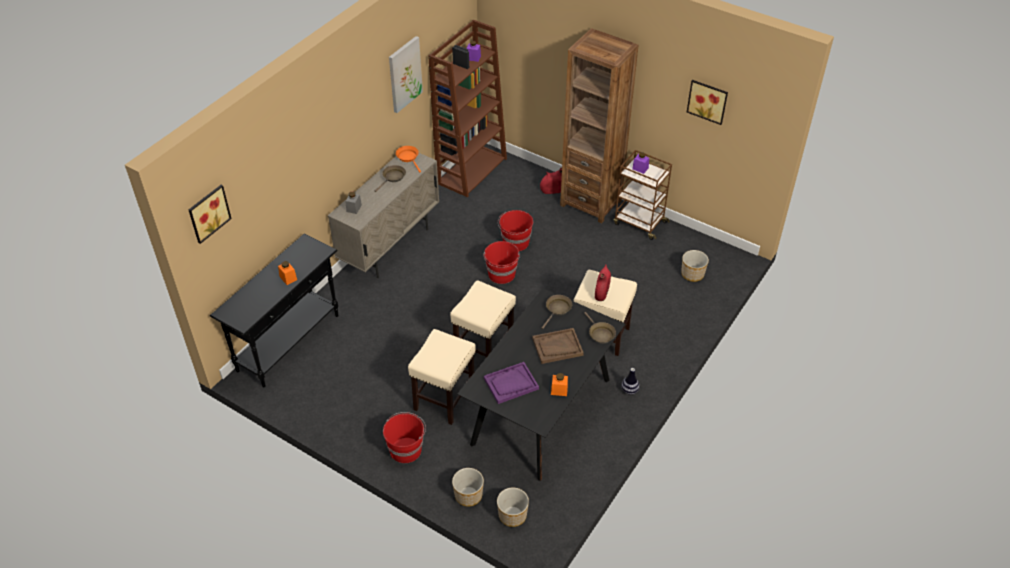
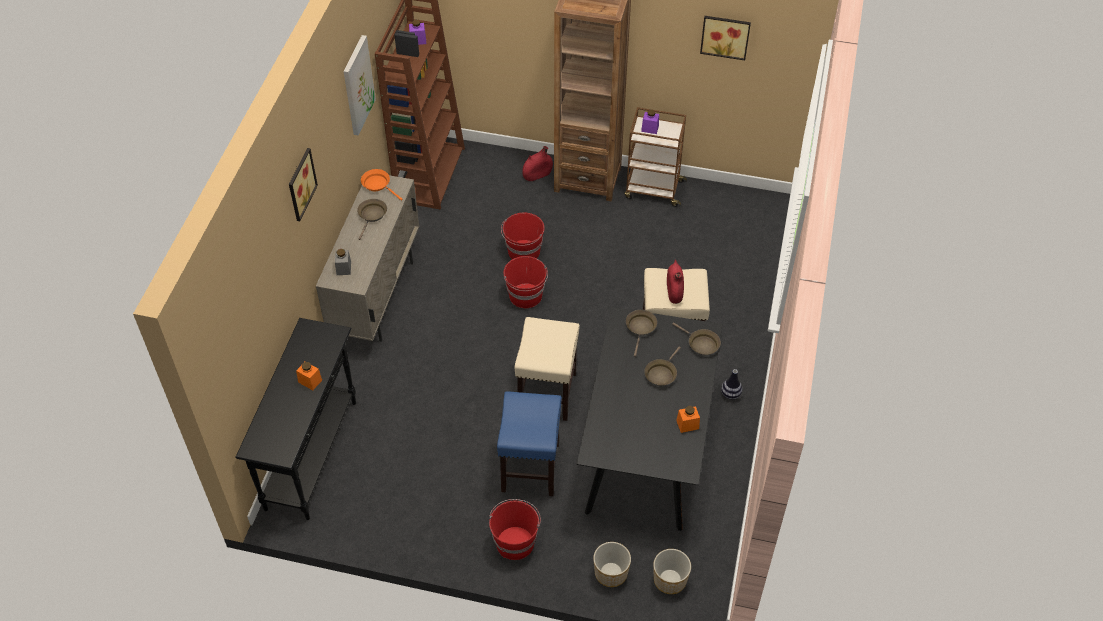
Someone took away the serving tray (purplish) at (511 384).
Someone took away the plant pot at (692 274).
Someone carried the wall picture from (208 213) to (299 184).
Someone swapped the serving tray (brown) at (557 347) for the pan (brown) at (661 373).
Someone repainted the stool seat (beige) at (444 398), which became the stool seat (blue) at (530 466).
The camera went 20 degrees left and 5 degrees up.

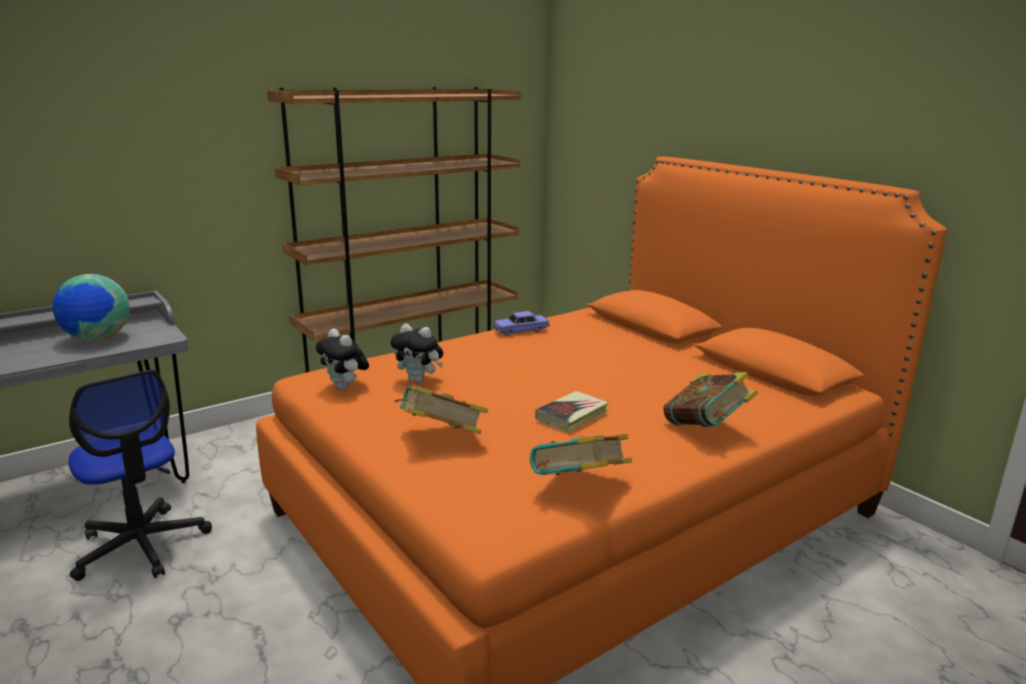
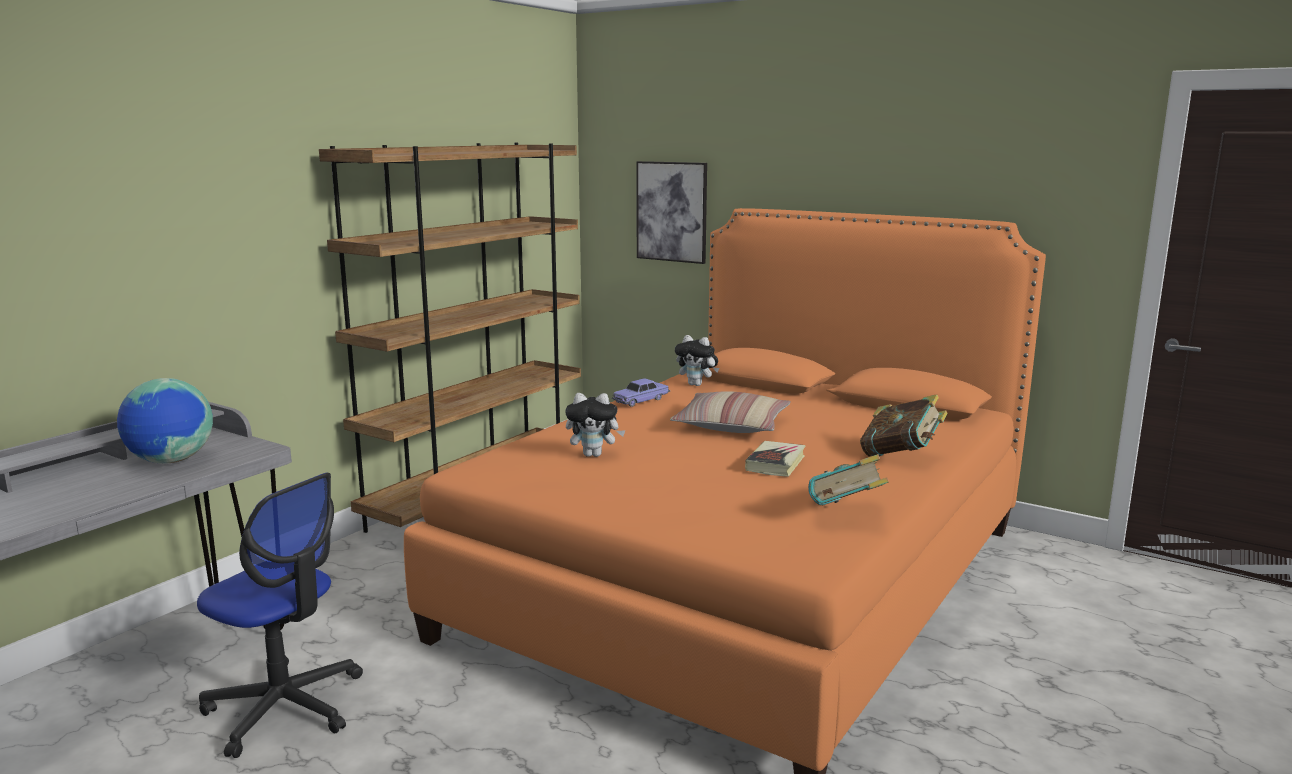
Someone took away the book at (440 438).
Someone put up the wall picture at (672 211).
Someone put down the throw pillow at (731 425).
Someone carried the soft toy from (345 388) to (697 384).
The camera went 20 degrees left and 5 degrees down.

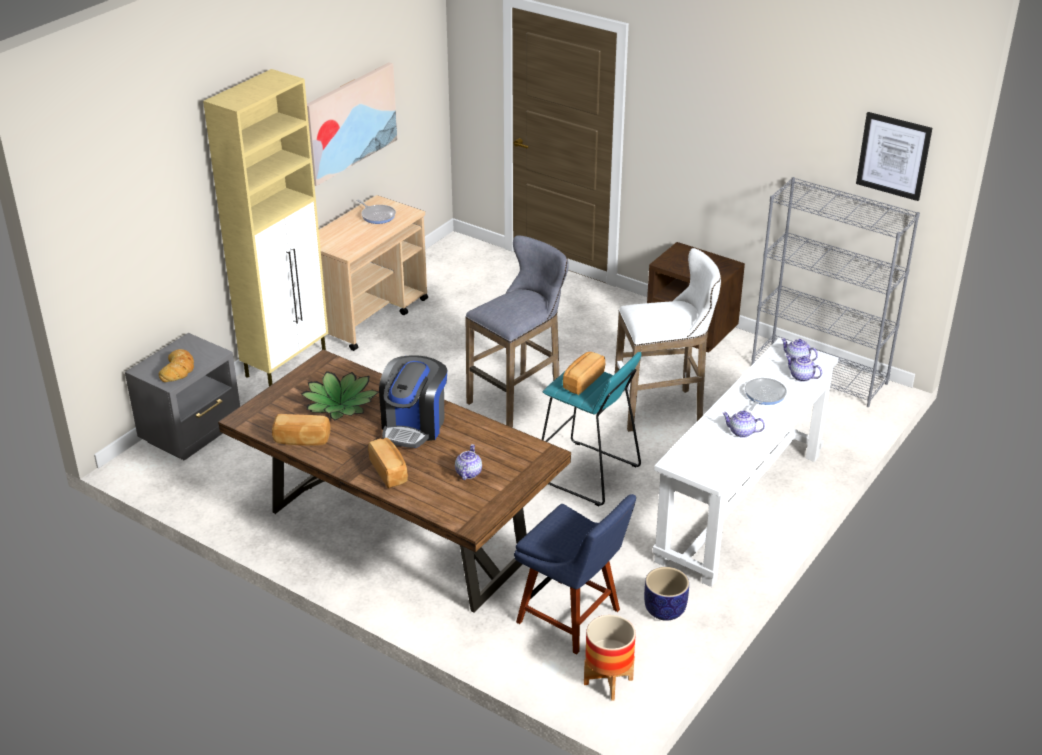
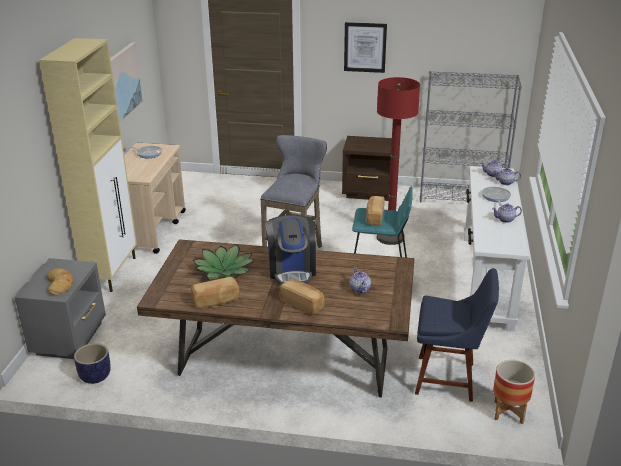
Someone carried the plant pot from (664 610) to (95 376).
Someone carried the wall picture from (893 156) to (365 47).
Someone swapped the stool seat (whitish) at (662 408) for the standard lamp (red-coloured) at (390 237).
The camera went 25 degrees left and 5 degrees down.

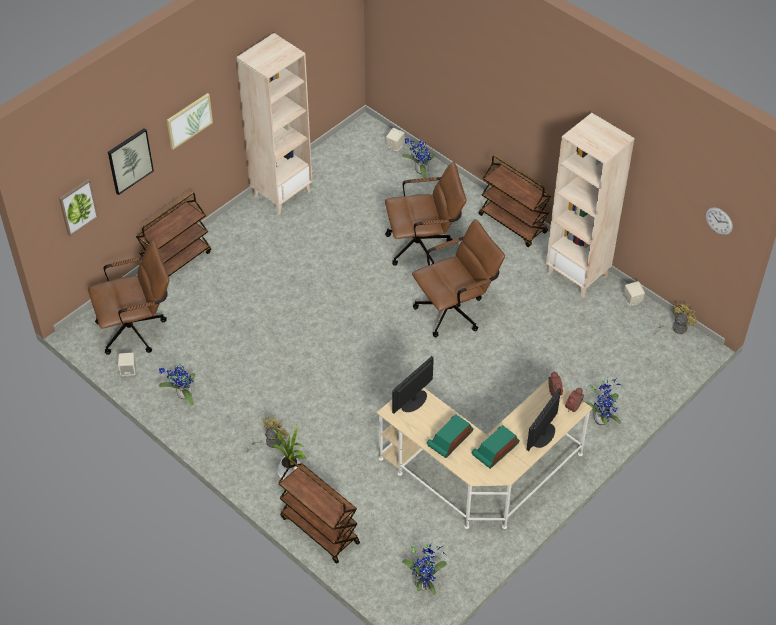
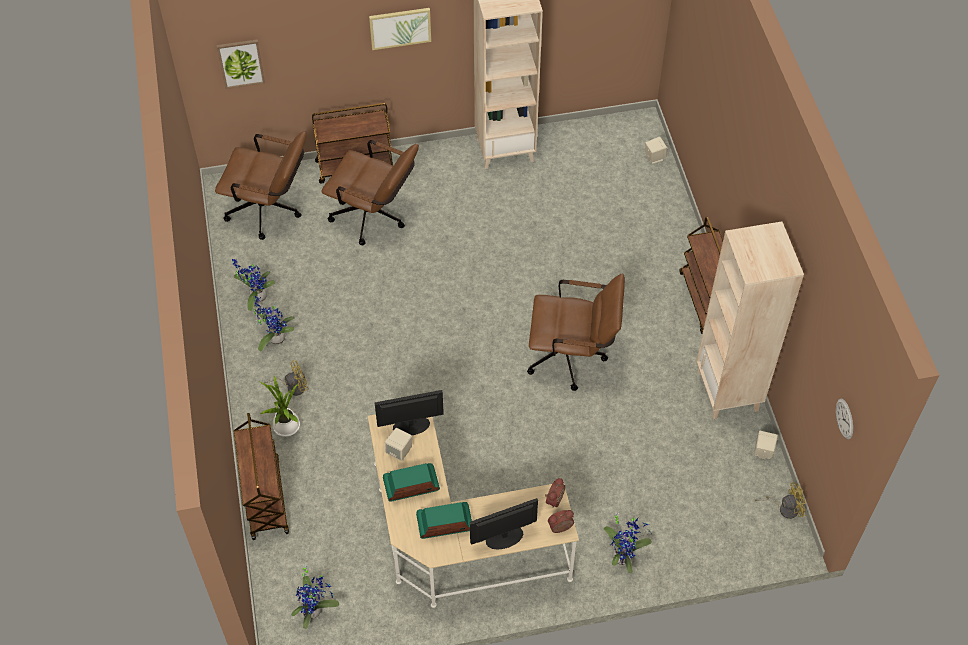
Someone took away the wall picture at (129 160).
Someone carried the speaker (beige) from (128 370) to (399 451).
Someone carried the computer chair (brown) from (424 246) to (374 218).
Someone carried the houseplant from (420 171) to (275 337).
The camera went 35 degrees right and 5 degrees up.

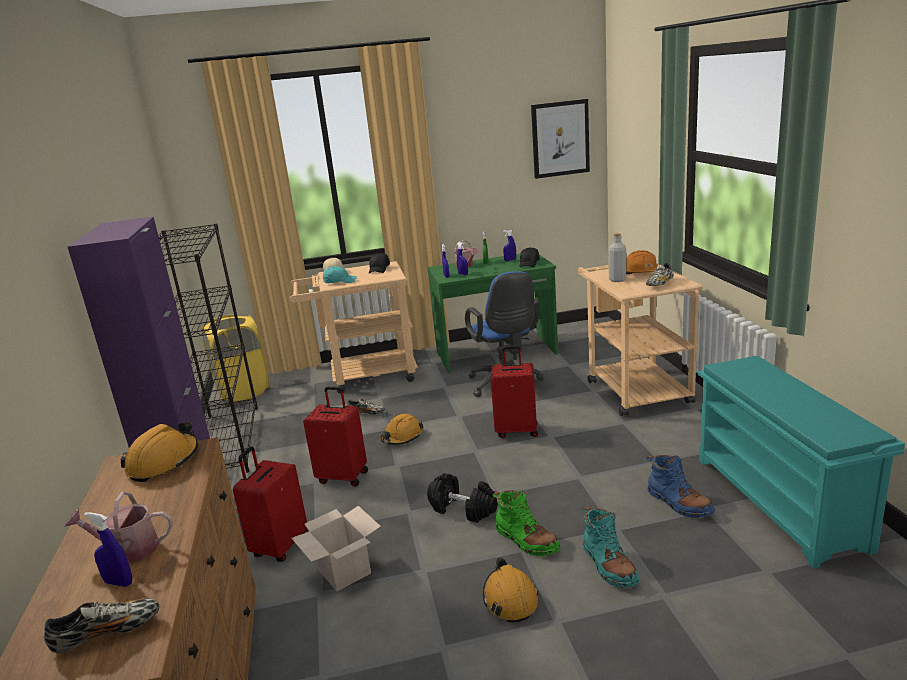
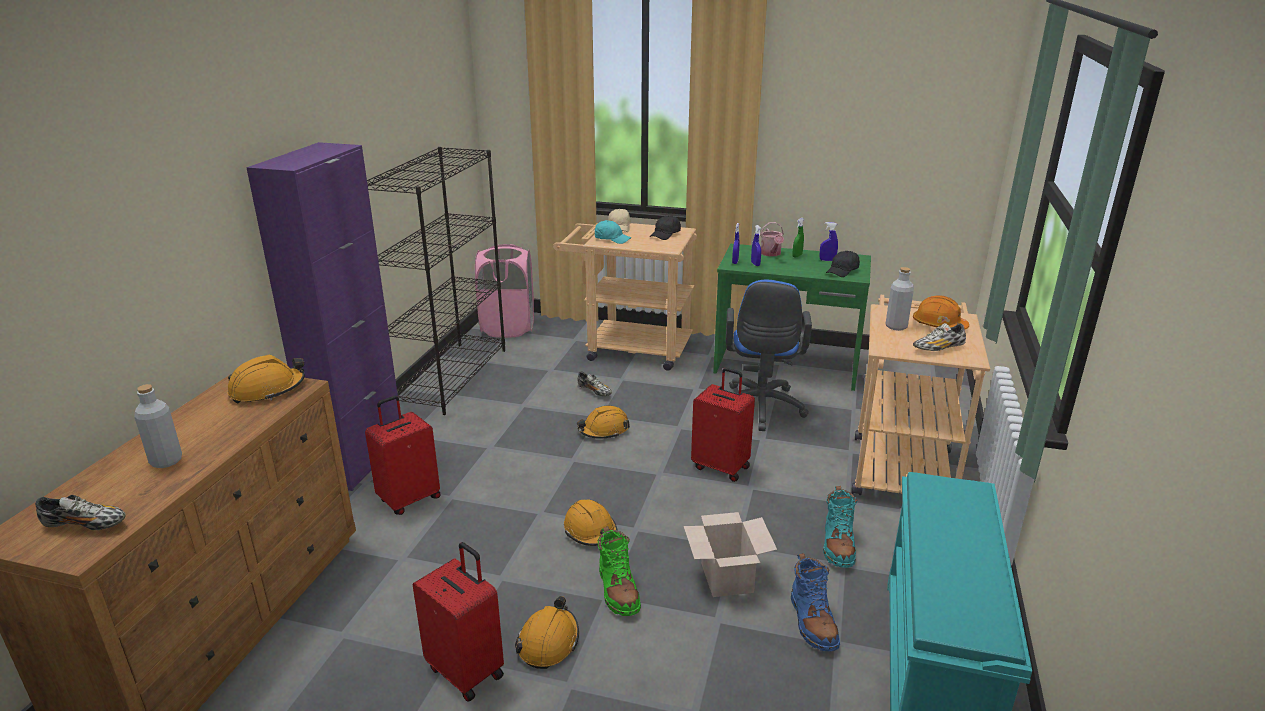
Someone took away the hand sprayer (blue) at (119 582).
Someone took away the wall picture at (560 139).
Someone carried the carton from (342 570) to (725 577).
Someone carried the suitcase (red-coloured) from (343 476) to (467 671).
Someone carried the boot (blue-green) from (609 565) to (838 545).
Someone swapped the watering can at (129 550) for the drink bottle (grey) at (166 461).
Someone swapped the hand weight (black) at (463 509) for the work helmet (orange-coloured) at (591 531).
Someone repainted the washing basket (yellow-coloured) at (243 391), which became the washing basket (pinkish) at (508 328).
The camera went 25 degrees right and 5 degrees up.

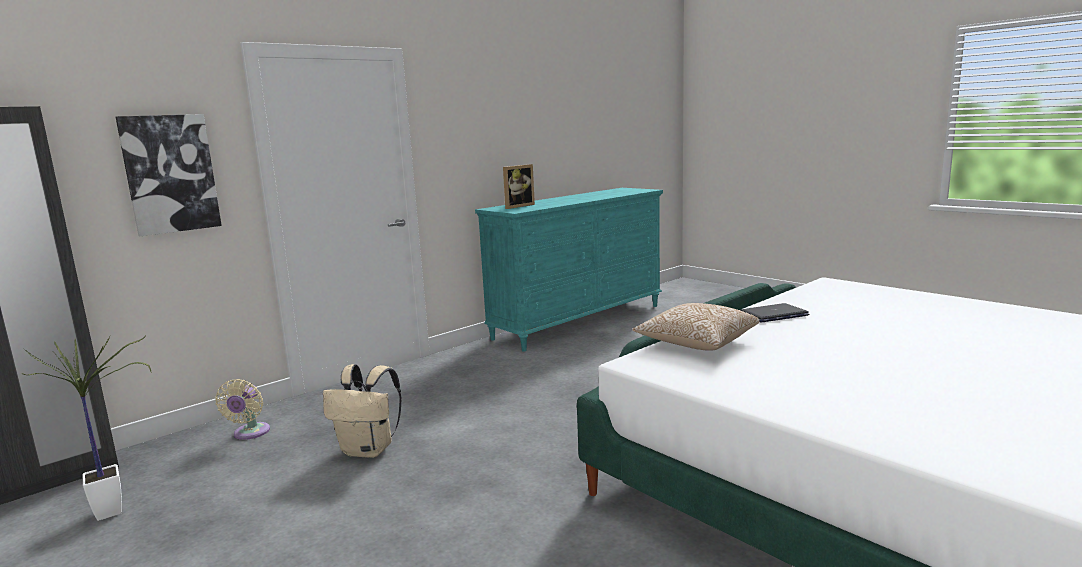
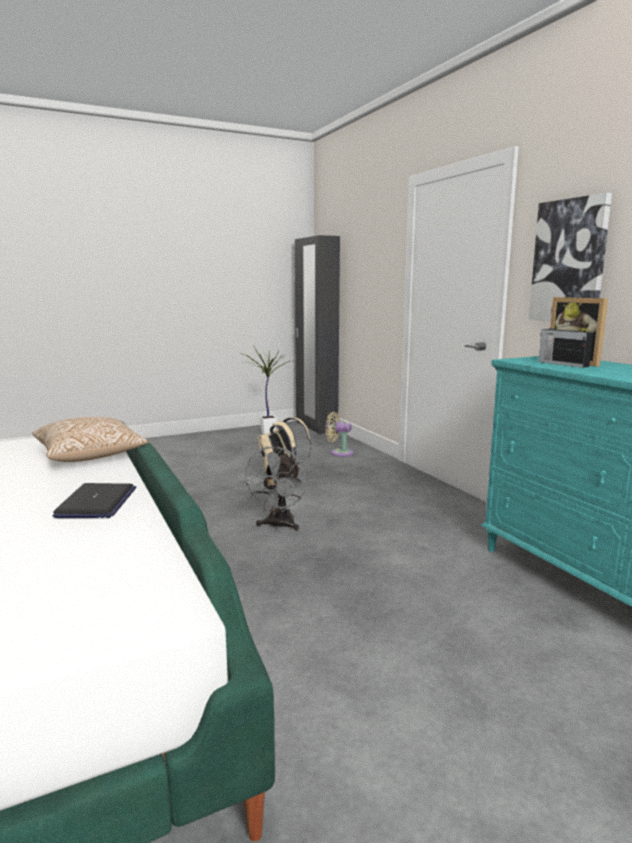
Someone put down the cooling fan (grey) at (278 526).
Someone put down the radio at (562 364).
Someone carried the wall picture from (170 174) to (569 261).
The camera went 105 degrees right and 0 degrees up.

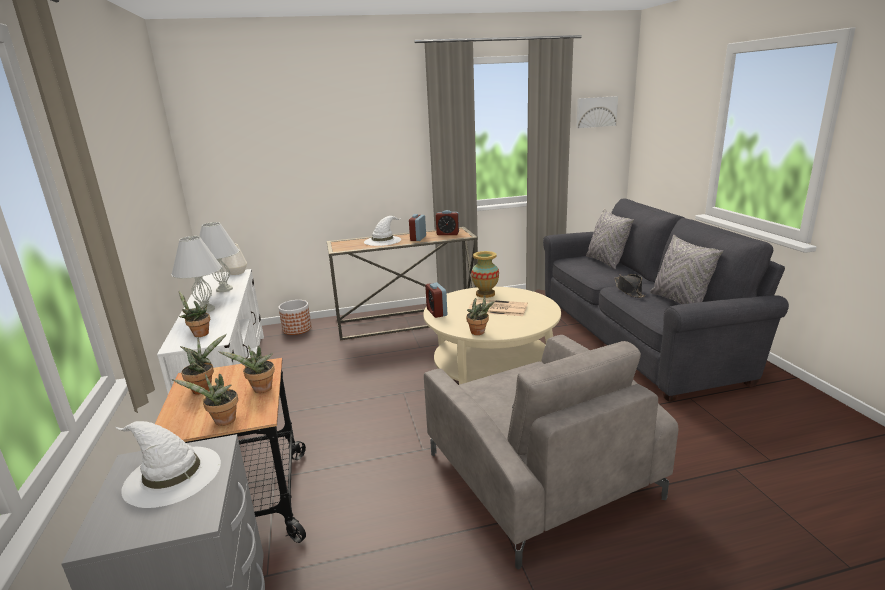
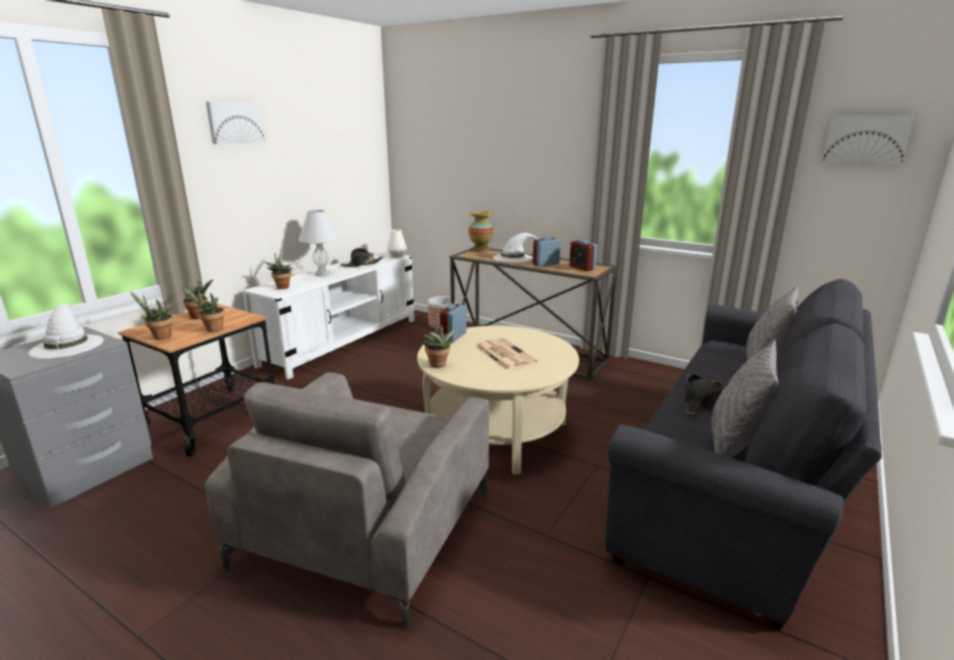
Someone put up the wall picture at (234 122).
Someone carried the decorative vase from (485 294) to (480 250).
Someone swapped the tabletop lamp (whitish) at (224 289) for the clothing hat (black) at (362 264).
The camera went 45 degrees right and 0 degrees up.

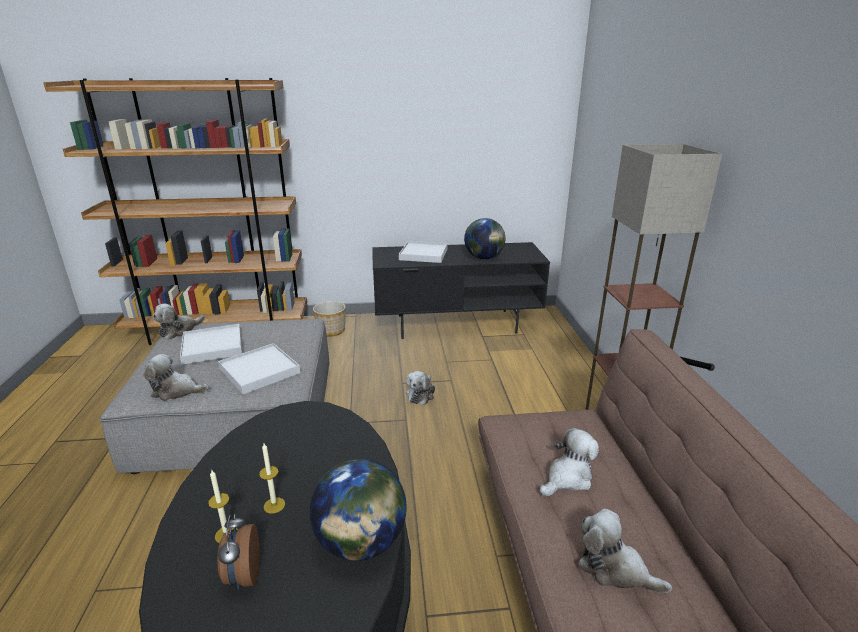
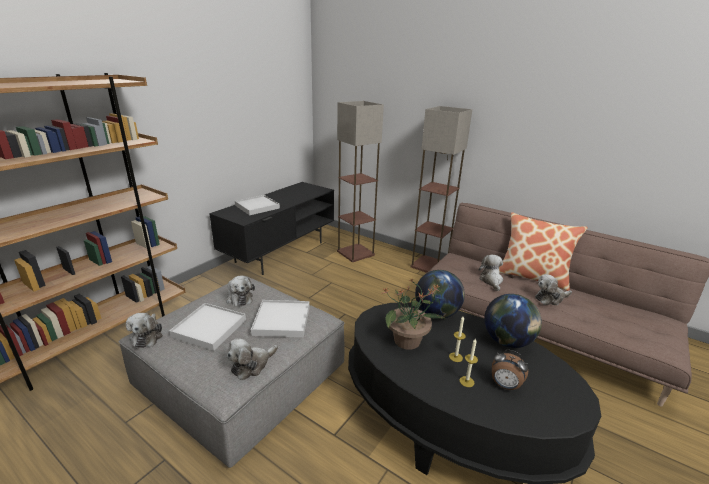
Someone took away the plant pot at (331 330).
Someone put down the standard lamp at (355 253).
Someone put down the houseplant at (408 341).
Someone put down the throw pillow at (532 276).
Someone carried the soft toy from (421 394) to (239 297).
Someone carried the globe from (484 258) to (437 313).
The camera went 50 degrees left and 0 degrees up.

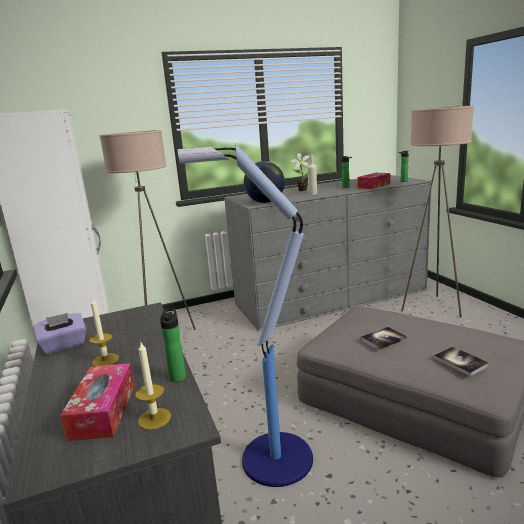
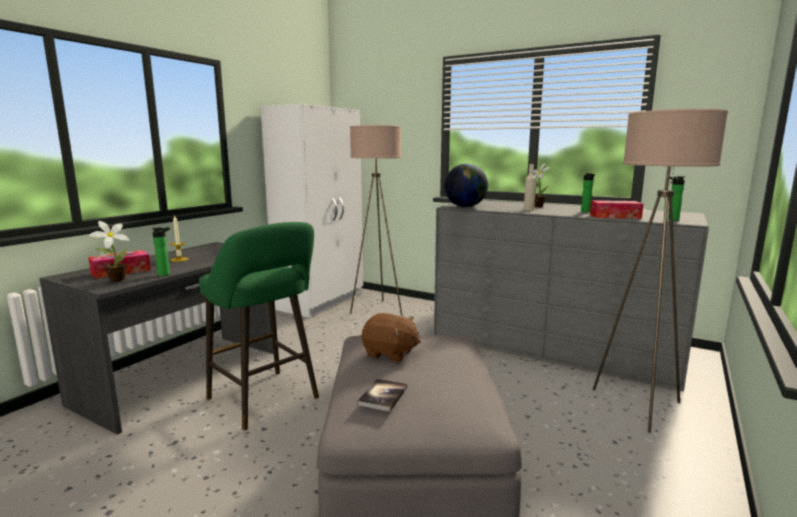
Someone took away the tissue holder (purplish) at (64 345).
Someone swapped the wax light at (154 418) for the houseplant at (114 280).
Someone swapped the standard lamp at (274 459) for the stool seat (green) at (266 400).
Someone swapped the book at (383 339) for the soft toy (brown) at (390 353).
The camera went 50 degrees right and 5 degrees down.

